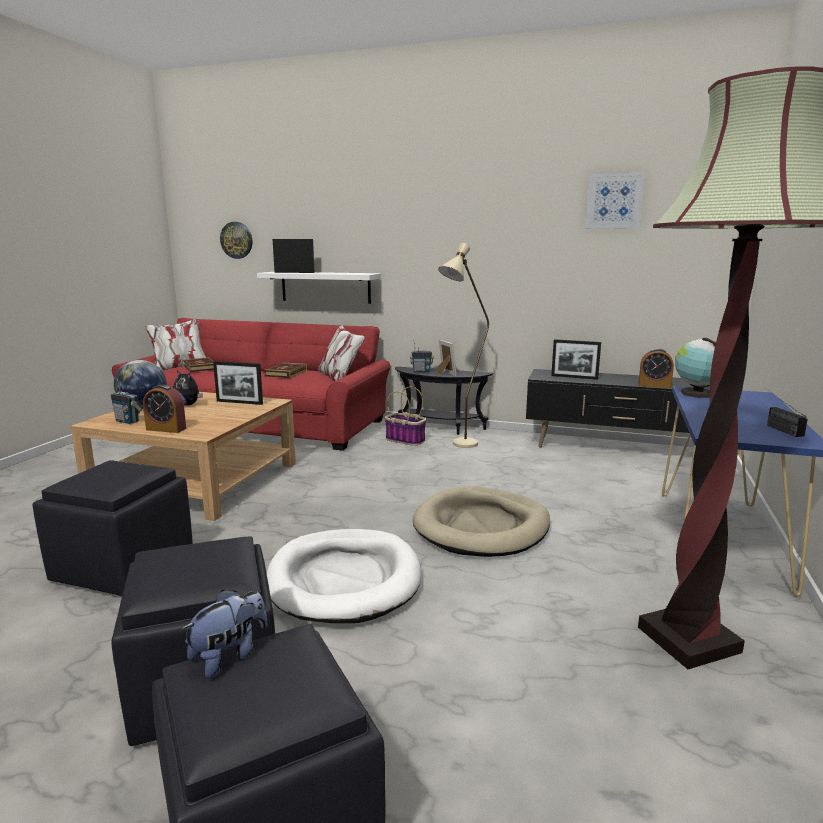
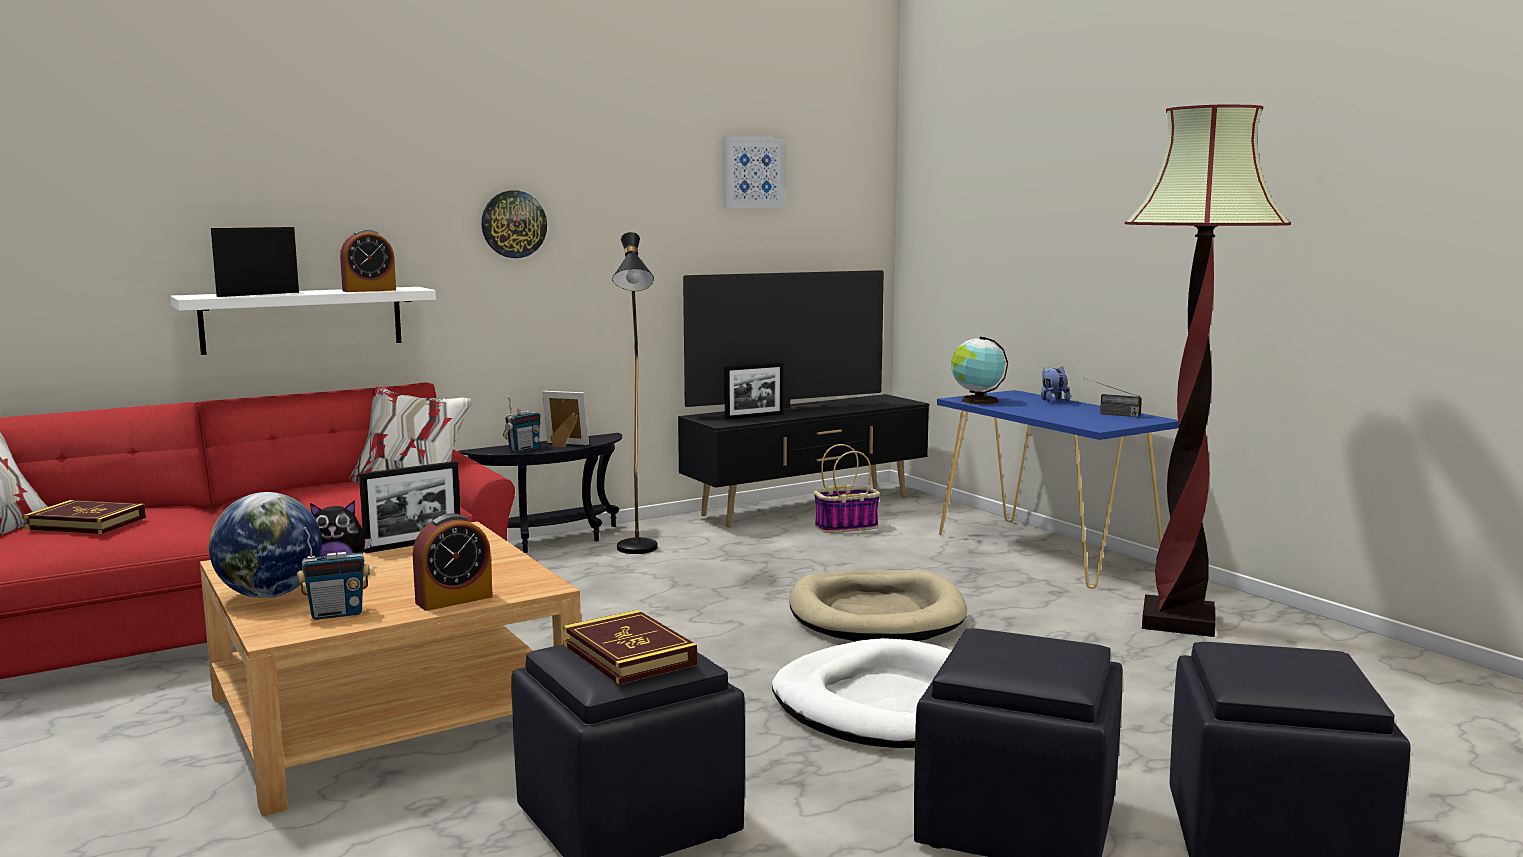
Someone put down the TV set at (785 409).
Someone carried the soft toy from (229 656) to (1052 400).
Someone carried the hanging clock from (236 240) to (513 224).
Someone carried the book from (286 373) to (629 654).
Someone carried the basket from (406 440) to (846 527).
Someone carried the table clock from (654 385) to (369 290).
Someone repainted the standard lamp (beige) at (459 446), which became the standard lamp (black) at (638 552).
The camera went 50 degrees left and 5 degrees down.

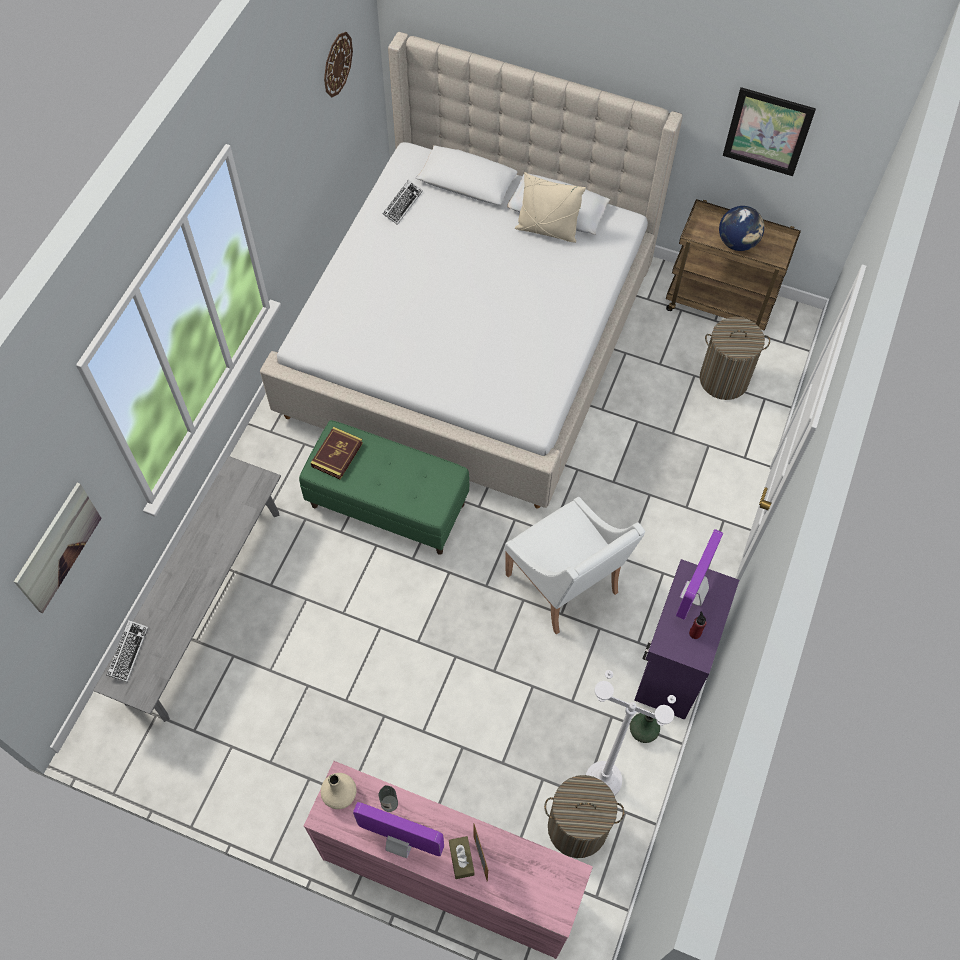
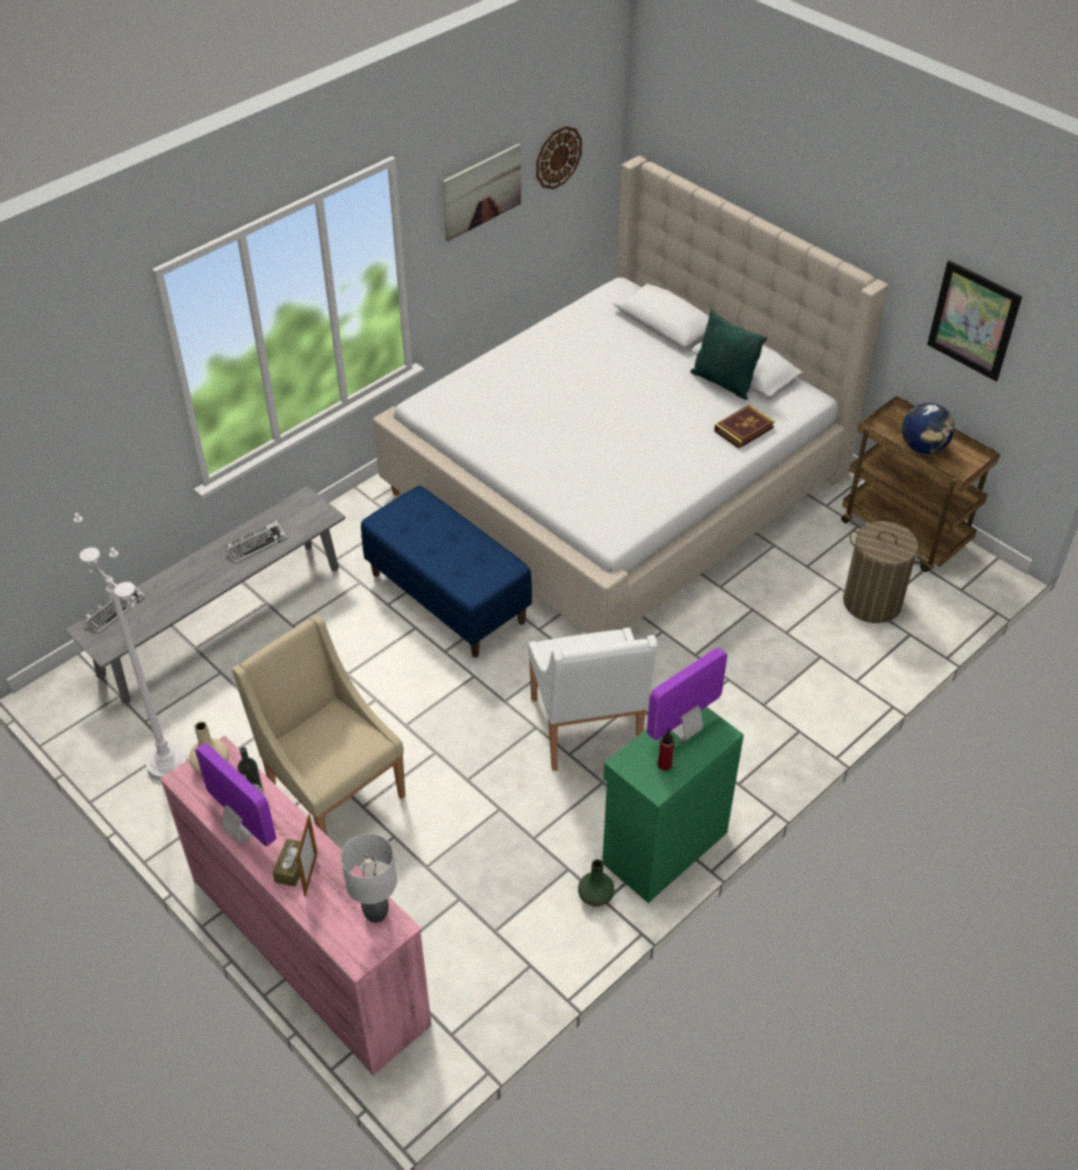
Someone took away the washing basket at (577 827).
Someone put down the easy chair (beige) at (332 793).
Someone put down the tabletop lamp (grey) at (375 912).
Someone carried the wall picture from (58 547) to (481 191).
Someone carried the book from (337 454) to (744 429).
Someone carried the keyboard from (402 204) to (256 545).
Someone carried the standard lamp (whitish) from (602 781) to (167 764).
Someone repainted the bench (green) at (389 505), which became the bench (blue) at (449 597).
Someone repainted the throw pillow (beige) at (547 230), which became the throw pillow (green) at (723 382).
Someone repainted the cabinet (purplish) at (672 666), which became the cabinet (green) at (662 847).
The camera went 25 degrees right and 15 degrees down.

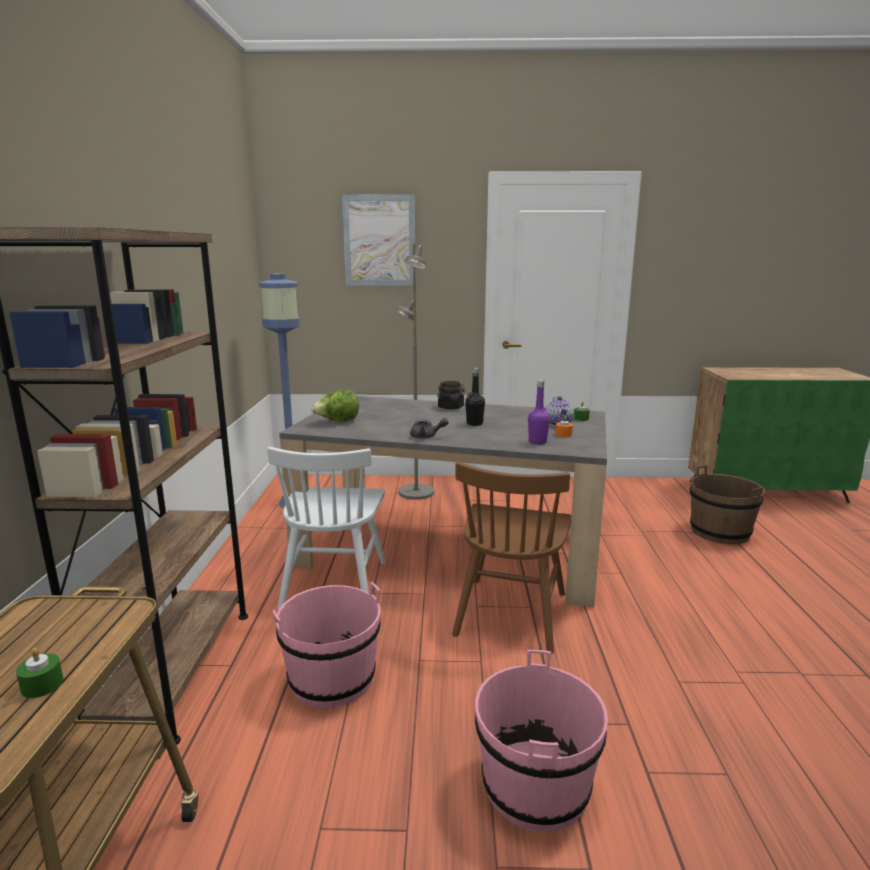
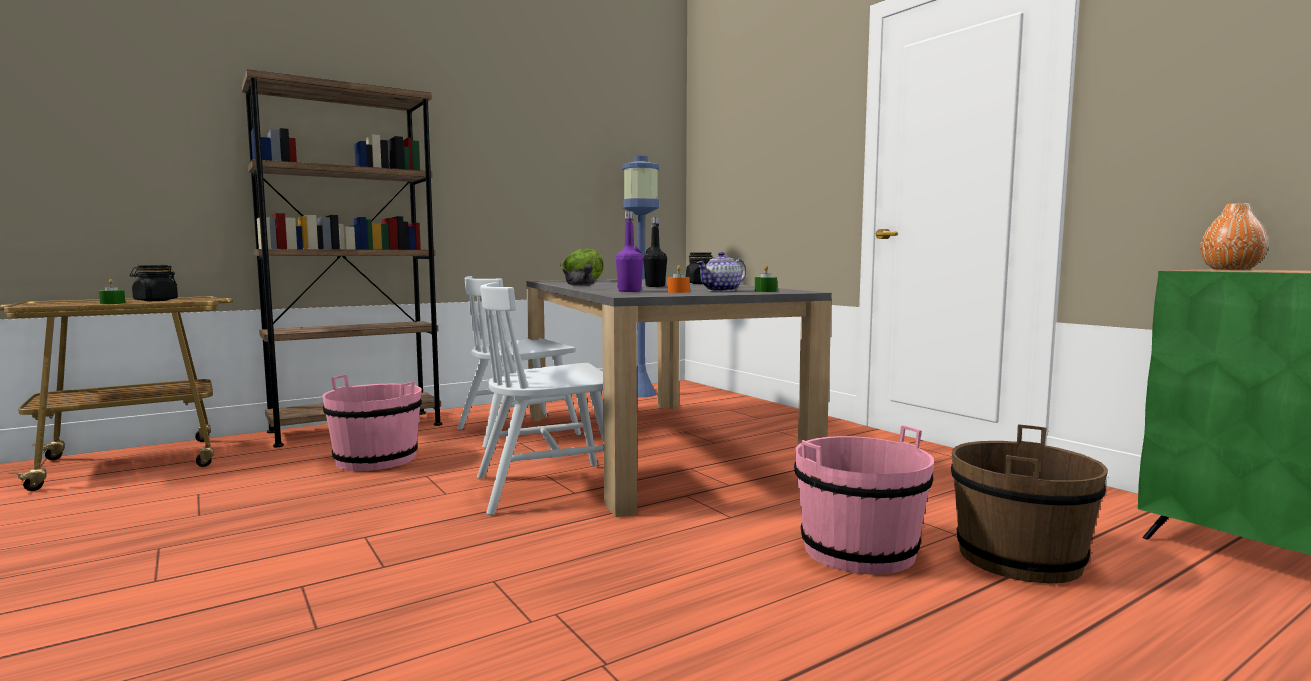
Someone took away the wall picture at (379 241).
Someone took away the standard lamp (grey) at (415 492).
Someone put down the preserve jar (black) at (155 300).
Someone put down the decorative vase (orange-coloured) at (1230 269).
Someone carried the pail (pinkish) from (535 785) to (858 550).
Someone repainted the plain chair (brown) at (510 613), which became the plain chair (whitish) at (549 487).
The camera went 55 degrees right and 10 degrees down.

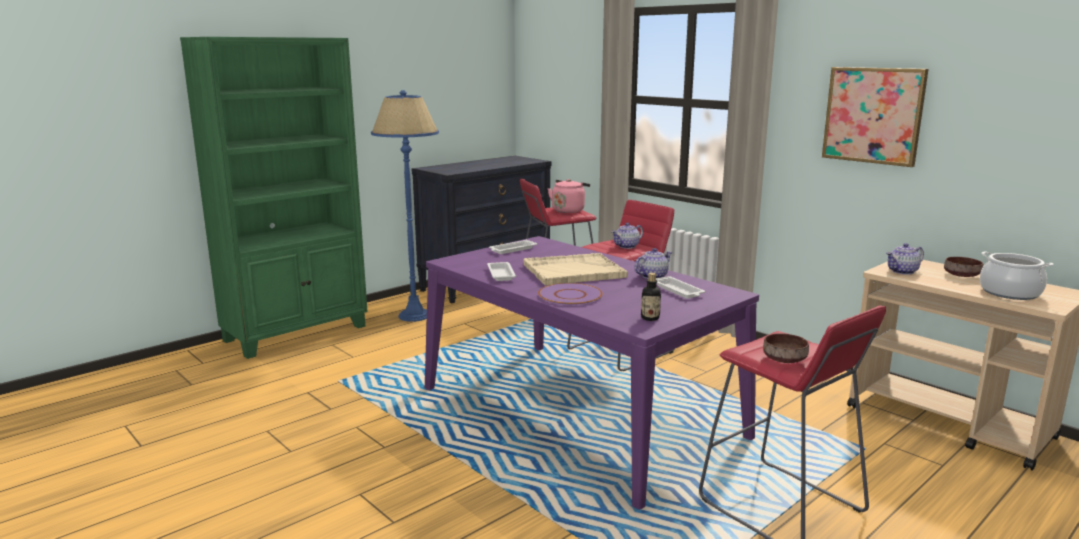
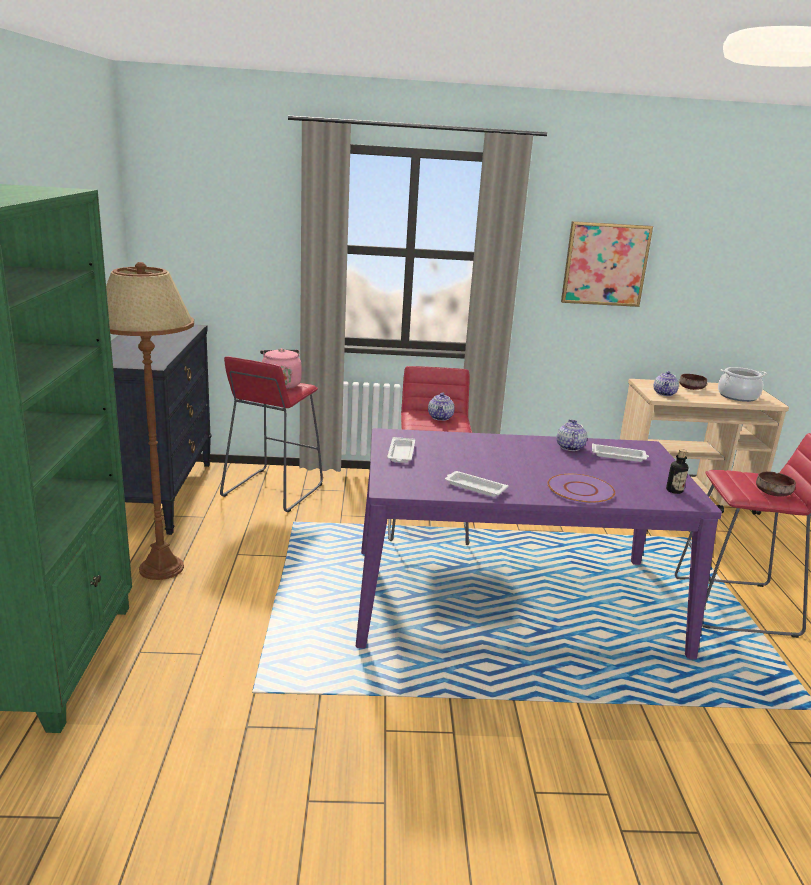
Someone took away the serving tray (beige) at (573 271).
Someone repainted the standard lamp (blue) at (414 316), which became the standard lamp (brown) at (161 568).
The camera went 50 degrees left and 5 degrees up.

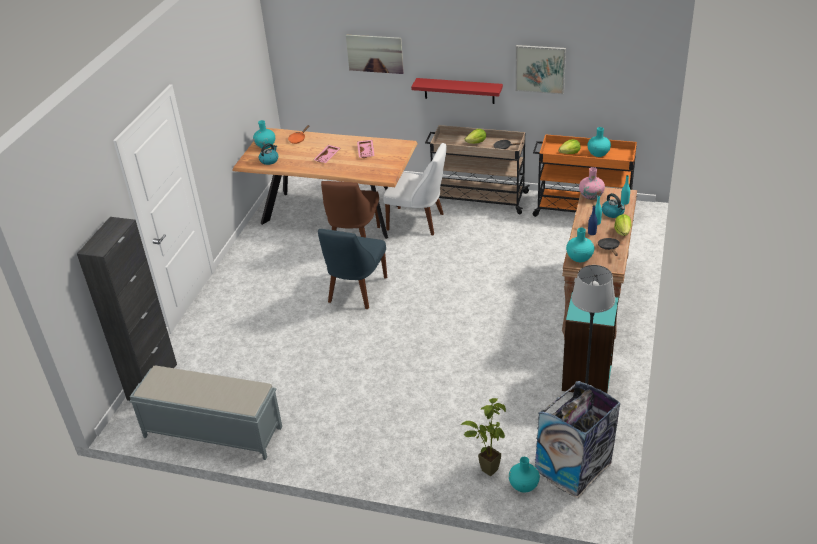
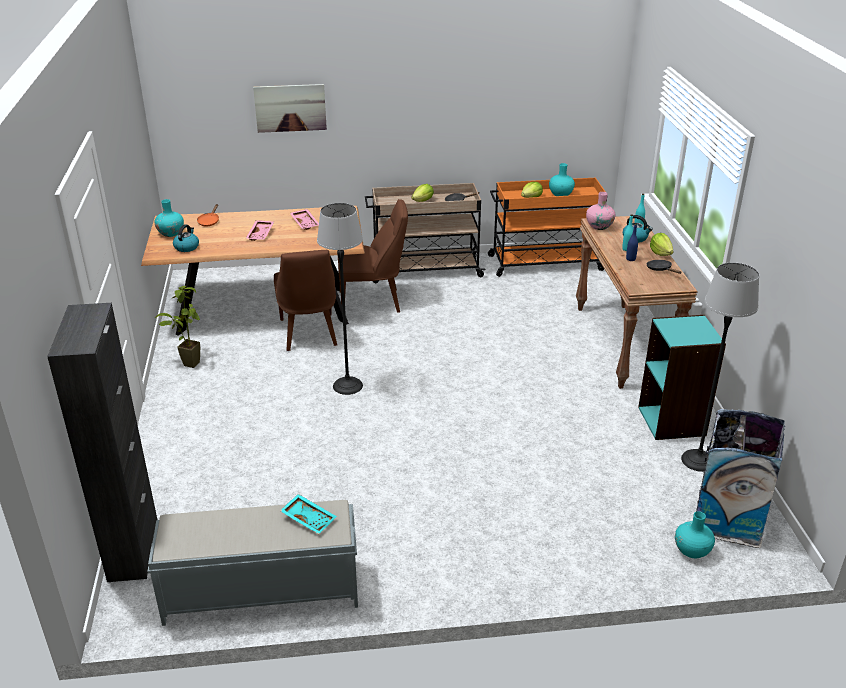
Someone took away the shelf (red-coloured) at (459 90).
Someone took away the wall picture at (540 69).
Someone took away the decorative vase (blue-green) at (579 258).
Someone put down the serving tray (blue-green) at (309 518).
Someone carried the houseplant from (486 466) to (187 362).
Someone swapped the plain chair (blue) at (356 291) for the standard lamp at (347 386).
Someone repainted the plain chair (whitish) at (418 222), which became the plain chair (brown) at (373 302).
The camera went 25 degrees left and 5 degrees down.

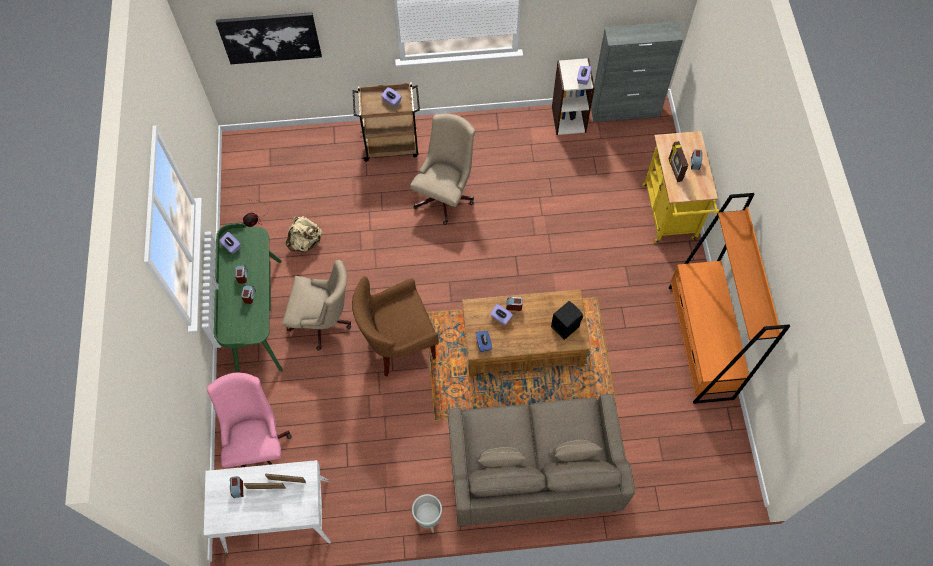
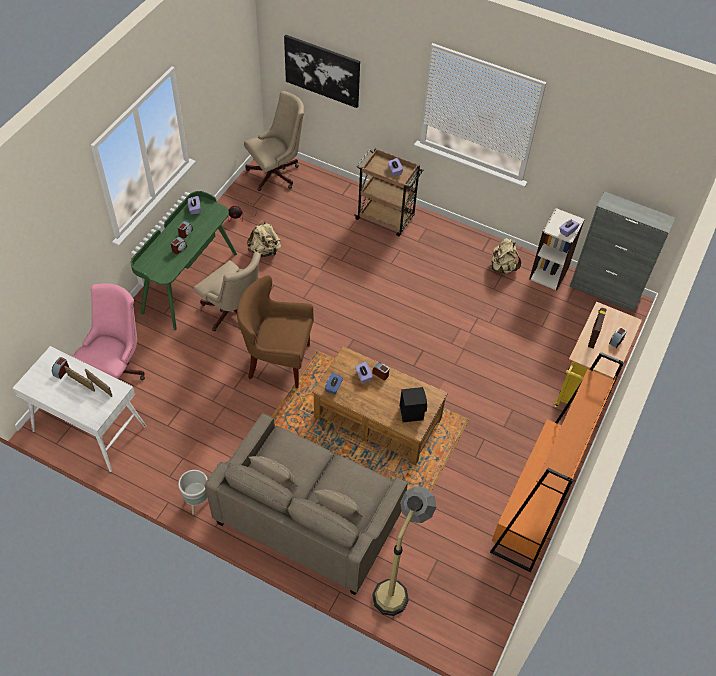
Someone put down the standard lamp at (397 583).
Someone put down the backpack (beige) at (502 267).
Someone carried the computer chair (beige) from (446 195) to (277 173).
The camera went 30 degrees right and 10 degrees down.

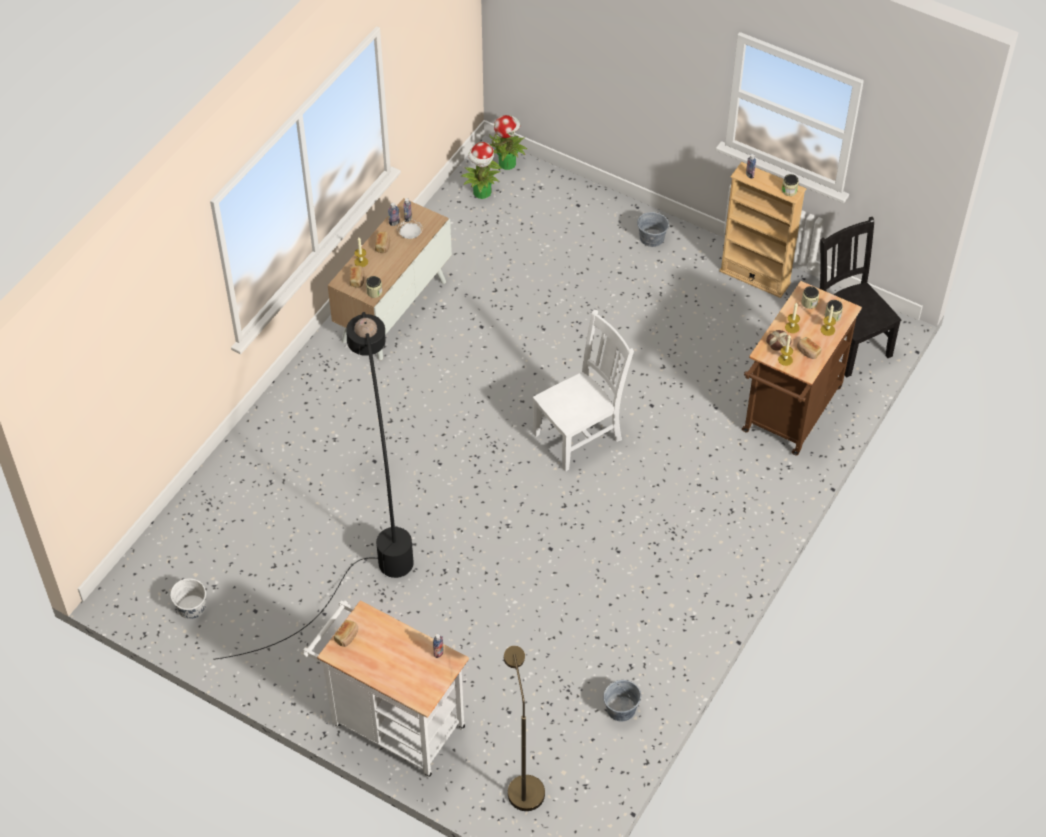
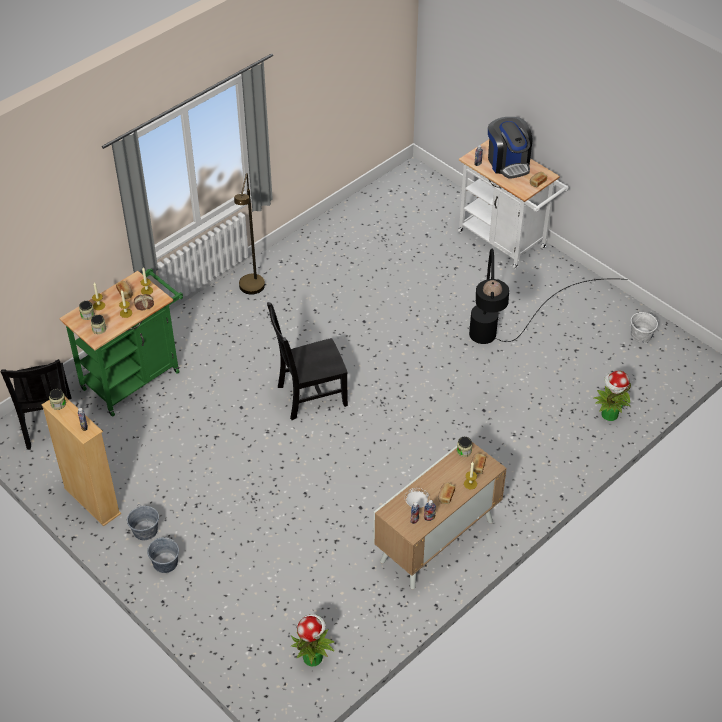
Someone put down the coffee maker at (508 163).
Someone carried the houseplant from (507 163) to (609 414).
Someone carried the standard lamp (brown) from (522 784) to (252 290).
Someone carried the pail (grey) from (621 709) to (145 530).
Someone repainted the plain chair (whitish) at (580 435), which became the plain chair (black) at (309 396).
Someone repainted the wheeled cart (brown) at (789 415), which became the wheeled cart (green) at (135 376).
The camera went 165 degrees left and 5 degrees down.

